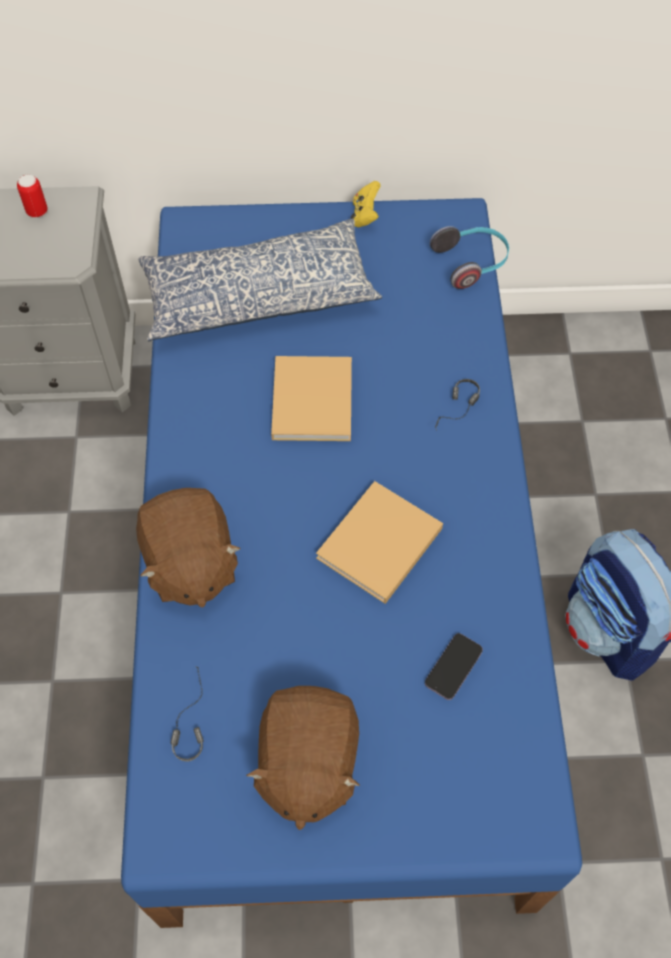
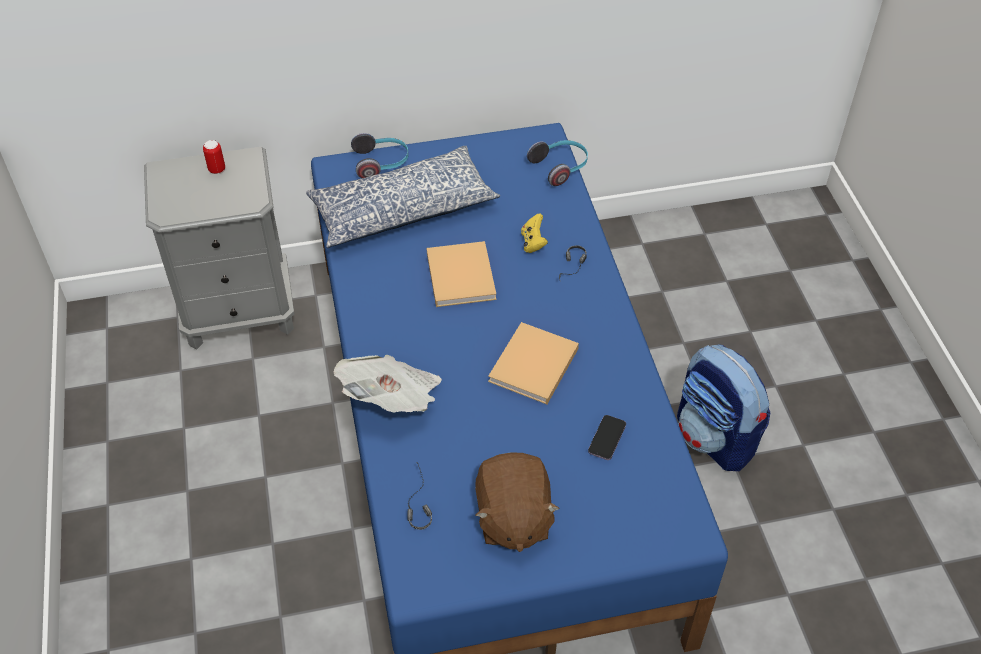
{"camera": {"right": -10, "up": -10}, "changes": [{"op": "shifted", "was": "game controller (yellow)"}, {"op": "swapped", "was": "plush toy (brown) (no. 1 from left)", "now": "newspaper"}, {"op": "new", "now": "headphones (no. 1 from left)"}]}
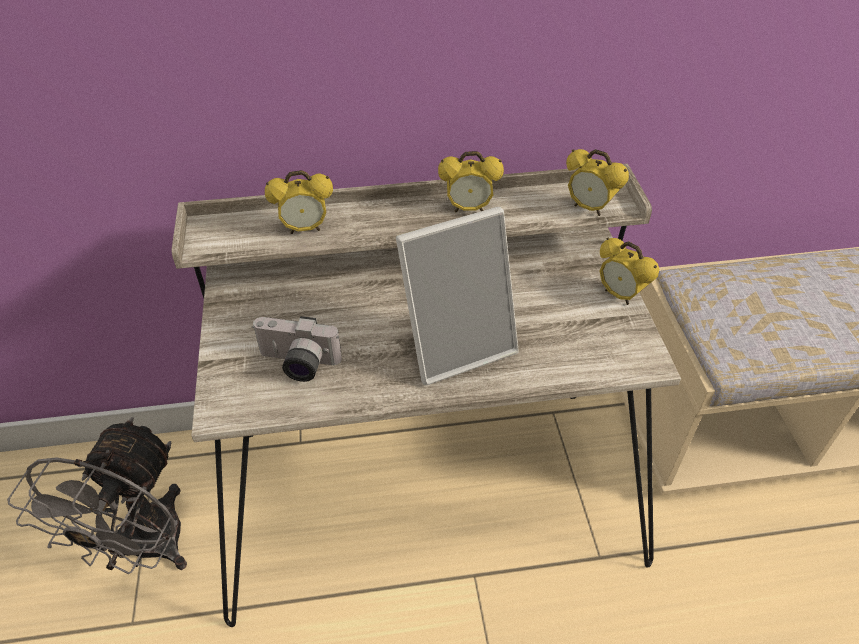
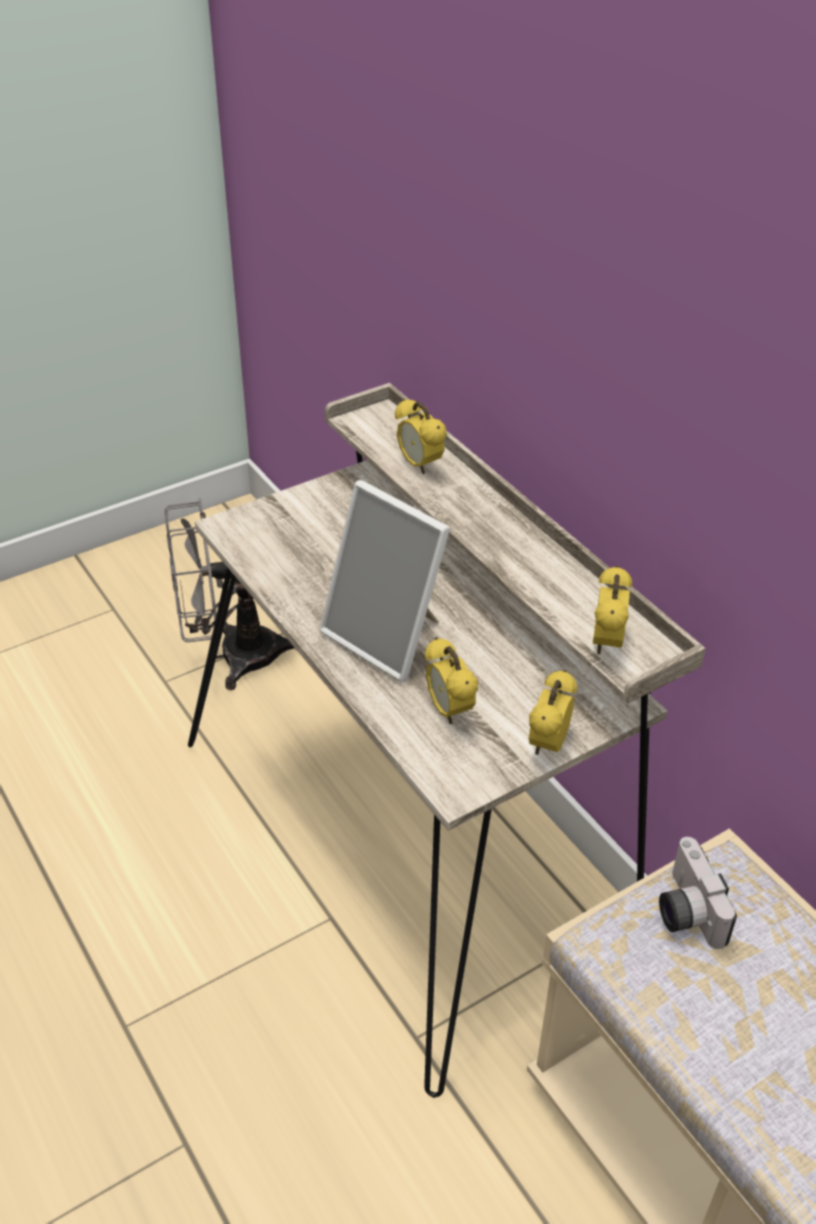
{"camera": {"right": 65, "up": -5}, "changes": [{"op": "shifted", "was": "alarm clock (no. 2 from left)"}, {"op": "shifted", "was": "photo camera"}]}
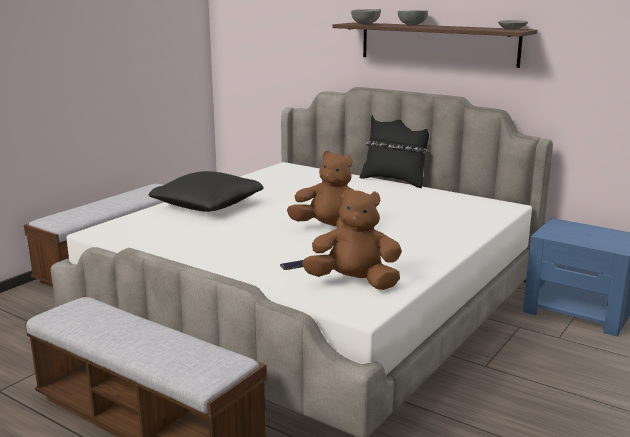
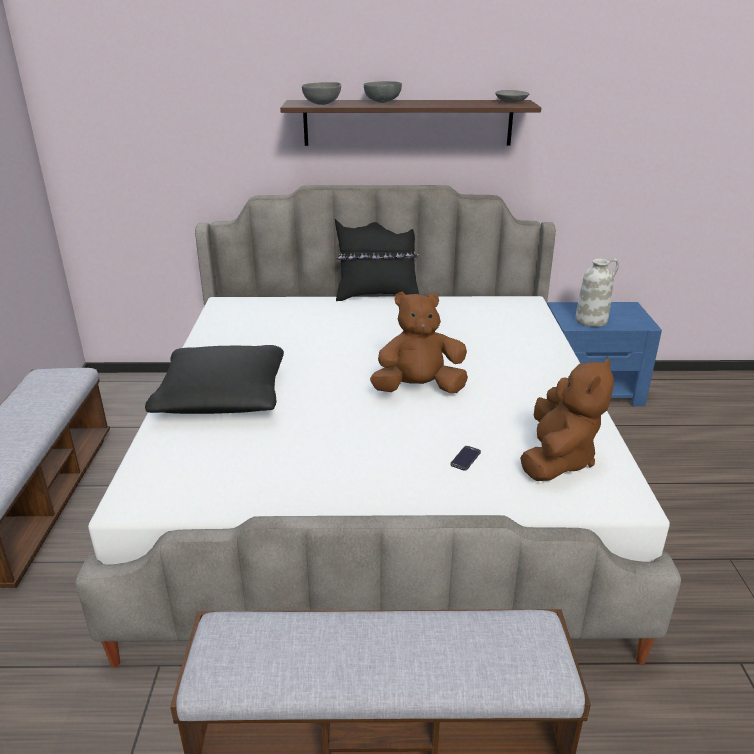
{"camera": {"right": -35, "up": 10}, "changes": [{"op": "rotated", "was": "plush toy (brown) (no. 2 from left)", "clockwise": 135}, {"op": "new", "now": "vase (white)"}]}
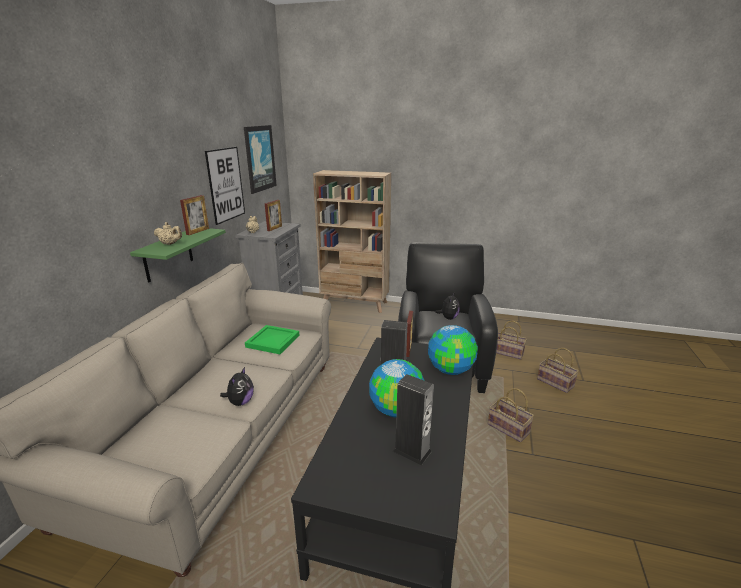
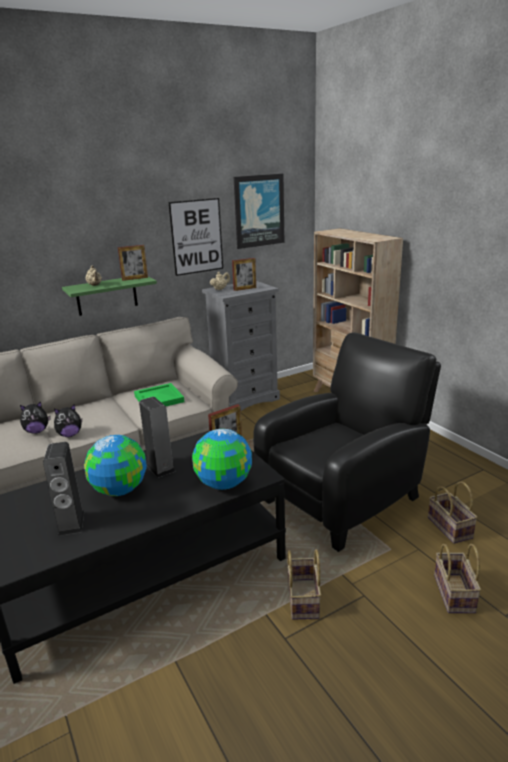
{"camera": {"right": 45, "up": 0}, "changes": [{"op": "shifted", "was": "plush toy (no. 2 from left in the first image)", "now": "plush toy (no. 1 from left)"}]}
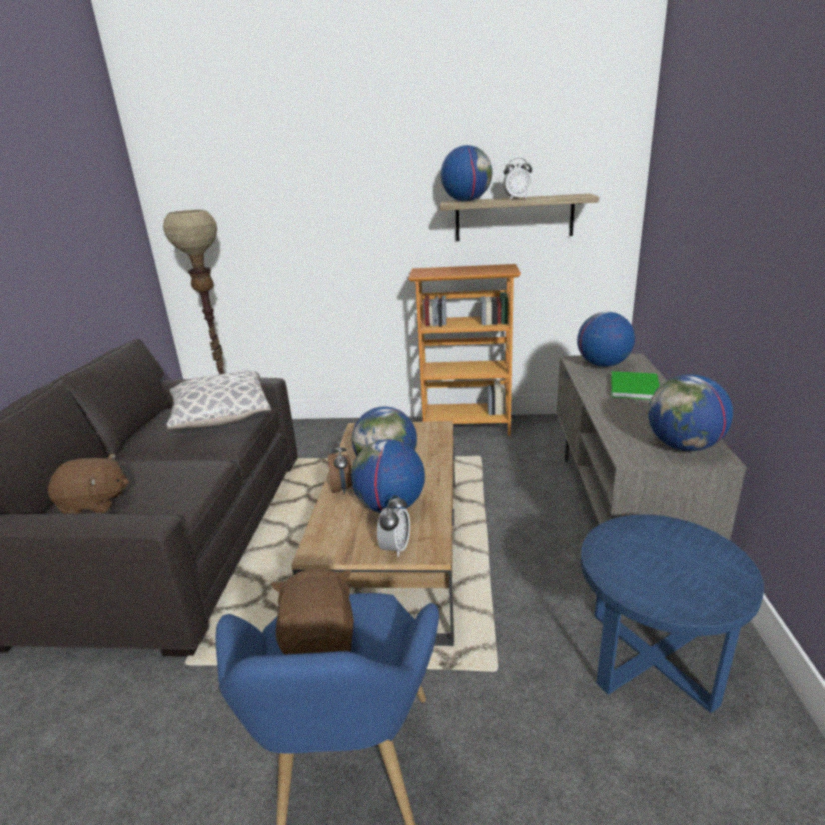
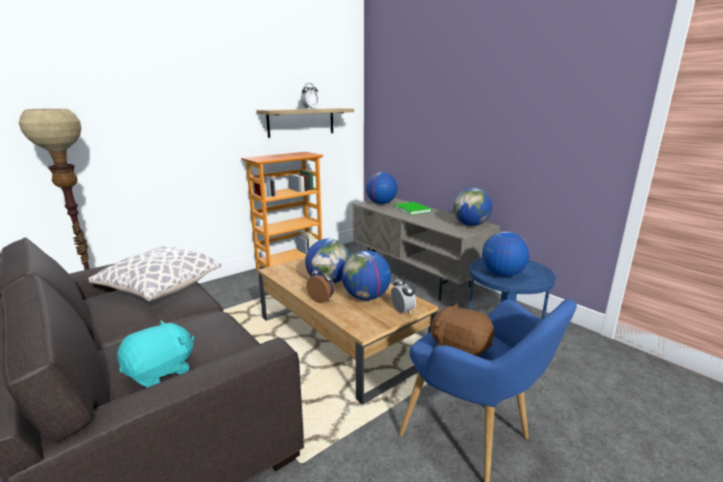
{"camera": {"right": -45, "up": -5}, "changes": [{"op": "shifted", "was": "globe (no. 3 from left in the first image)", "now": "globe (no. 5 from left)"}, {"op": "repainted", "was": "plush toy (brown) (no. 1 from left)", "now": "plush toy (turquoise)"}]}
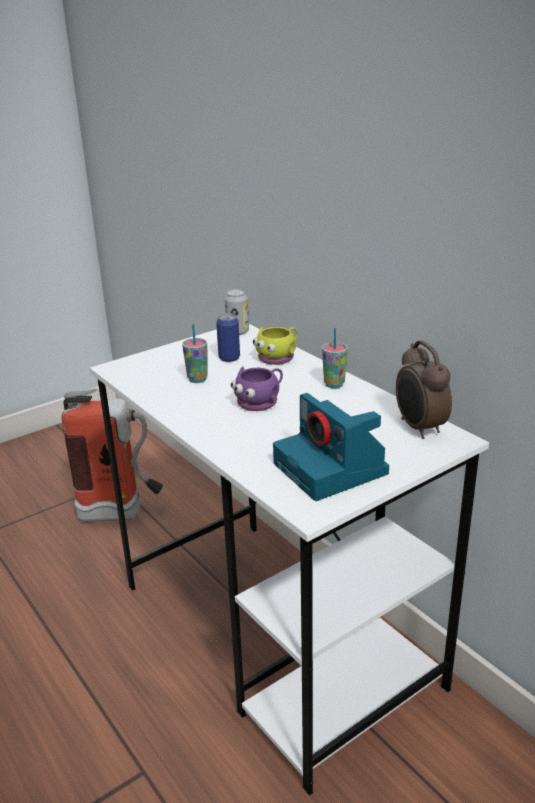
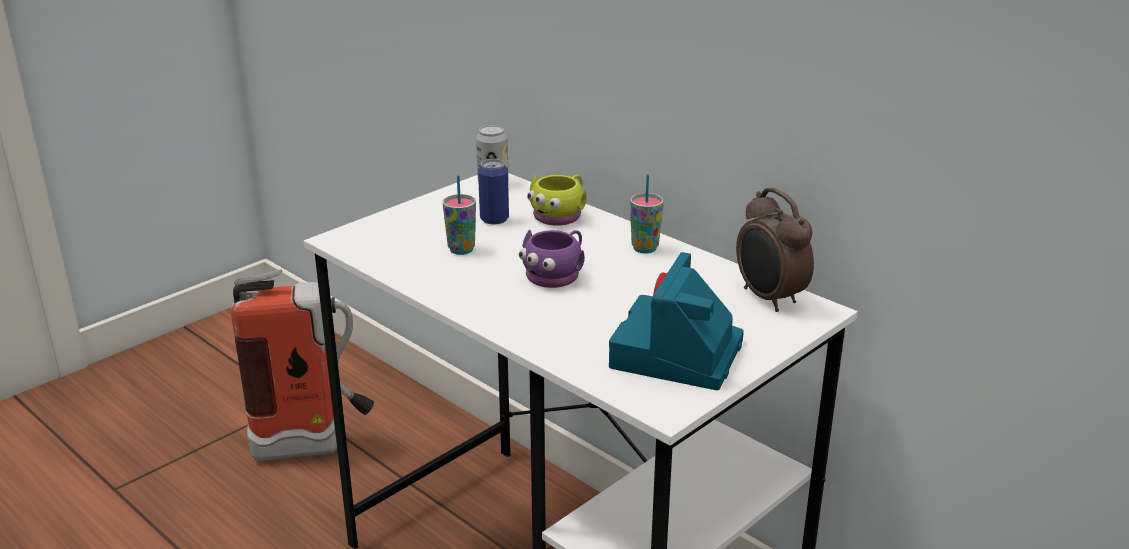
{"camera": {"right": -10, "up": 0}, "changes": [{"op": "rotated", "was": "photo camera", "clockwise": 60}]}
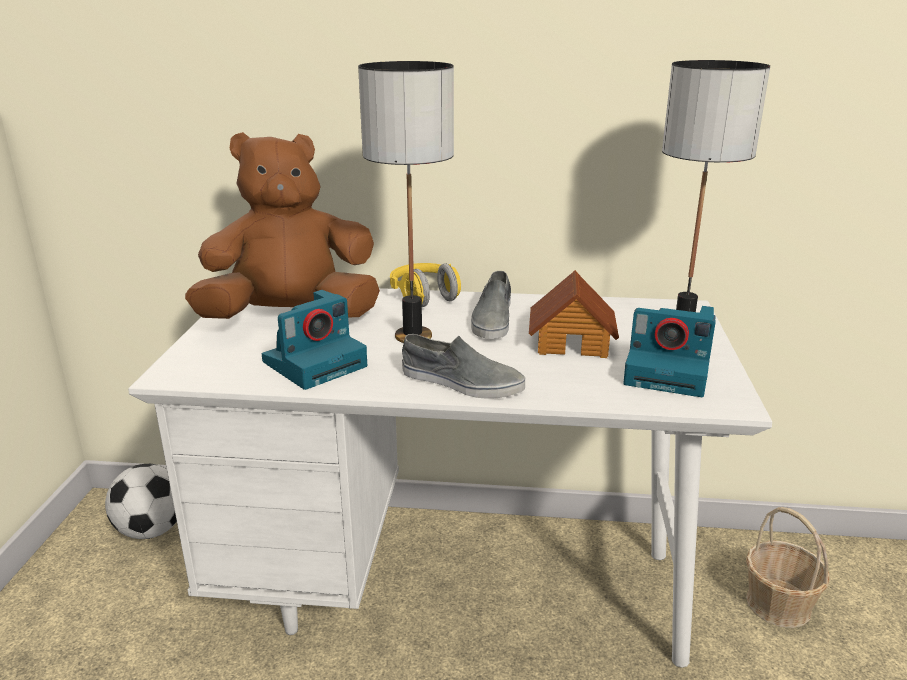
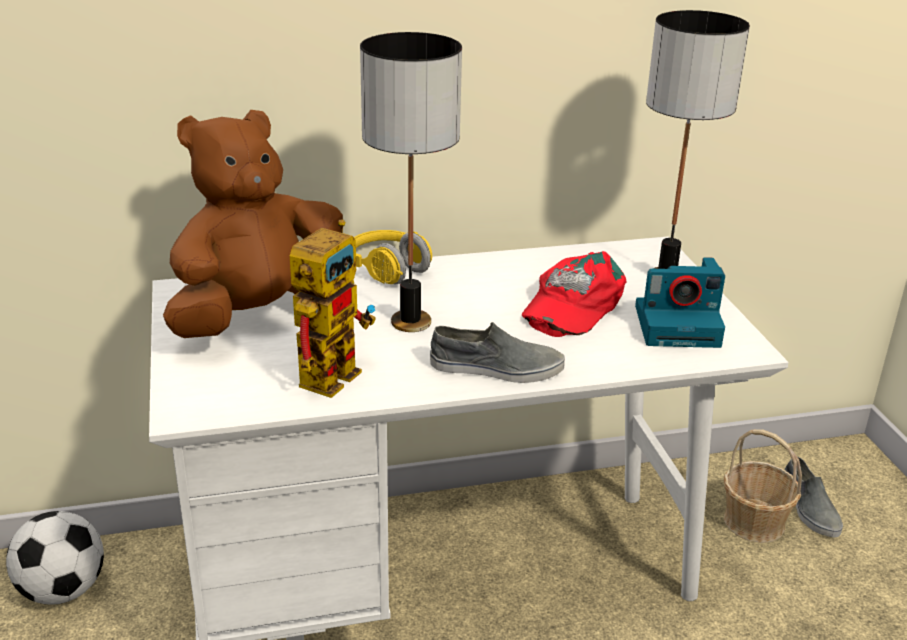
{"camera": {"right": -20, "up": 5}, "changes": [{"op": "swapped", "was": "toy house", "now": "cap (red)"}, {"op": "shifted", "was": "shoe (grey) (no. 2 from left)"}, {"op": "swapped", "was": "photo camera (no. 1 from left)", "now": "toy robot"}]}
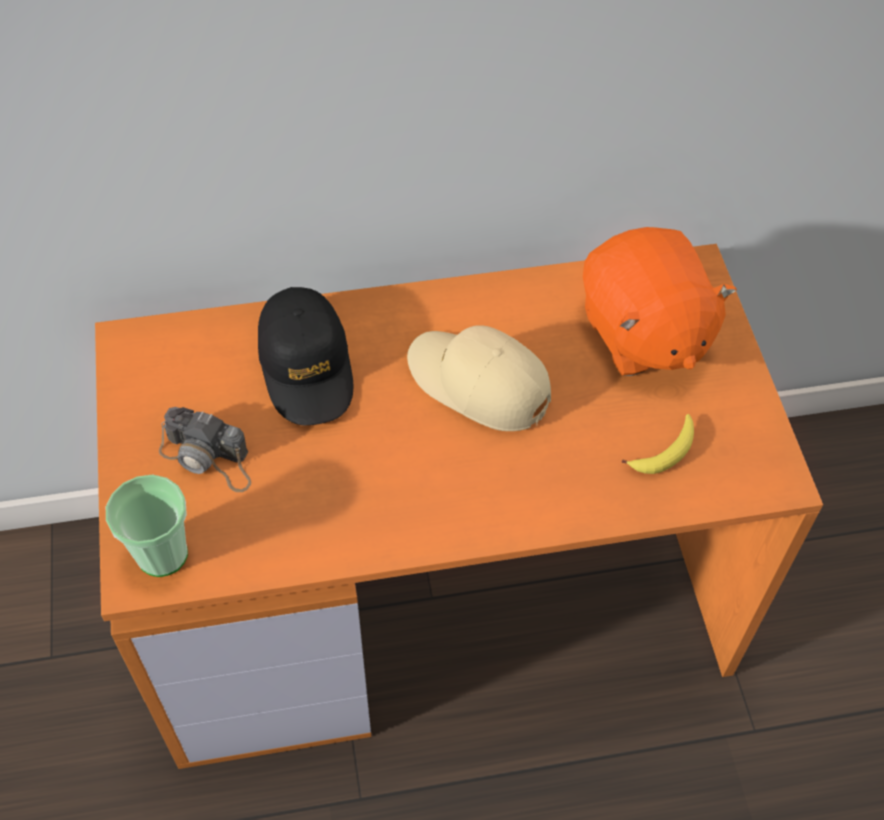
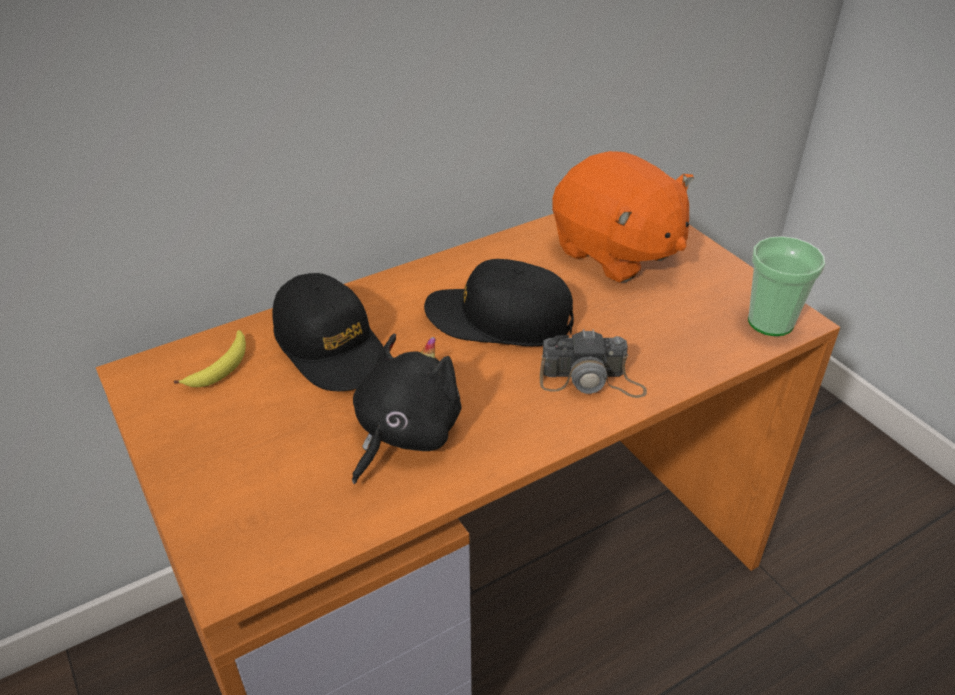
{"camera": {"right": -20, "up": -15}, "changes": [{"op": "repainted", "was": "cap (beige)", "now": "cap (black) (no. 2 from left)"}, {"op": "shifted", "was": "photo camera"}, {"op": "shifted", "was": "banana"}, {"op": "shifted", "was": "cup"}, {"op": "new", "now": "plush toy (black)"}]}
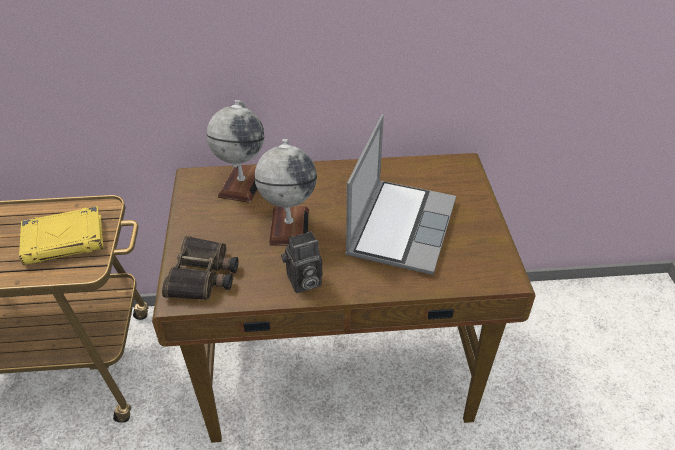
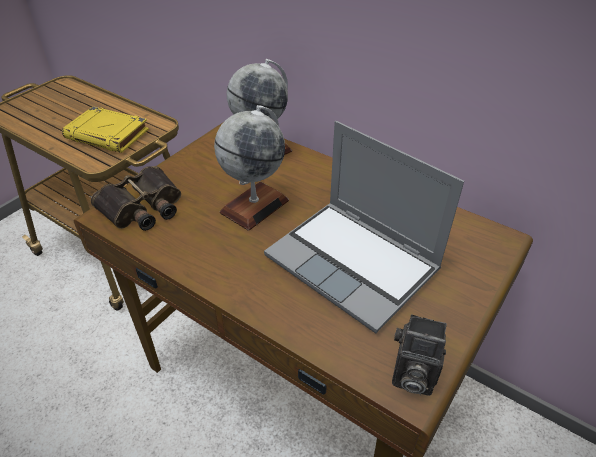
{"camera": {"right": 40, "up": 0}, "changes": [{"op": "rotated", "was": "laptop", "clockwise": 75}, {"op": "shifted", "was": "photo camera"}]}
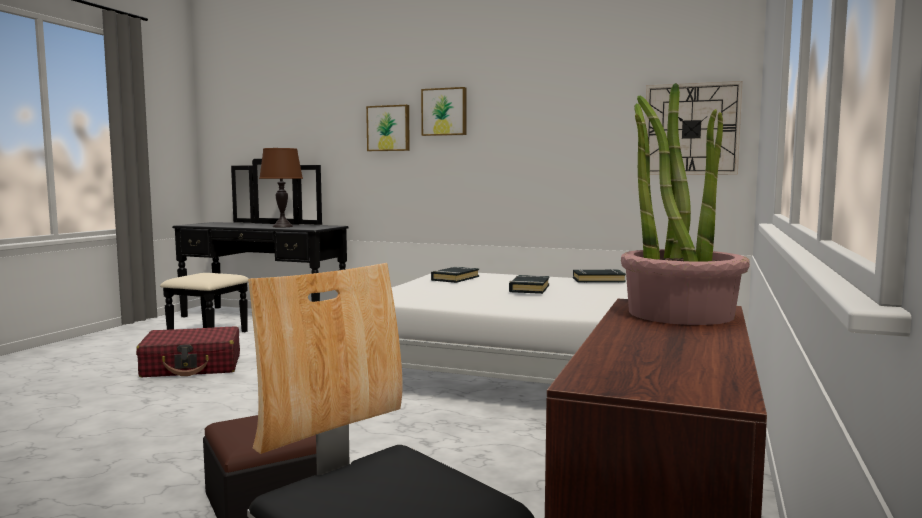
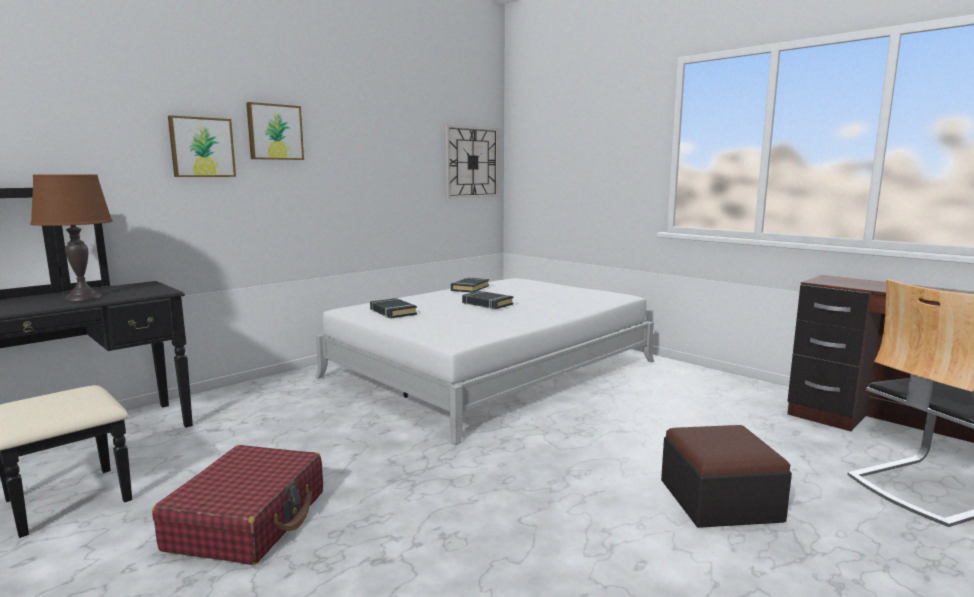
{"camera": {"right": -65, "up": 5}, "changes": [{"op": "gone", "was": "potted plant"}]}
